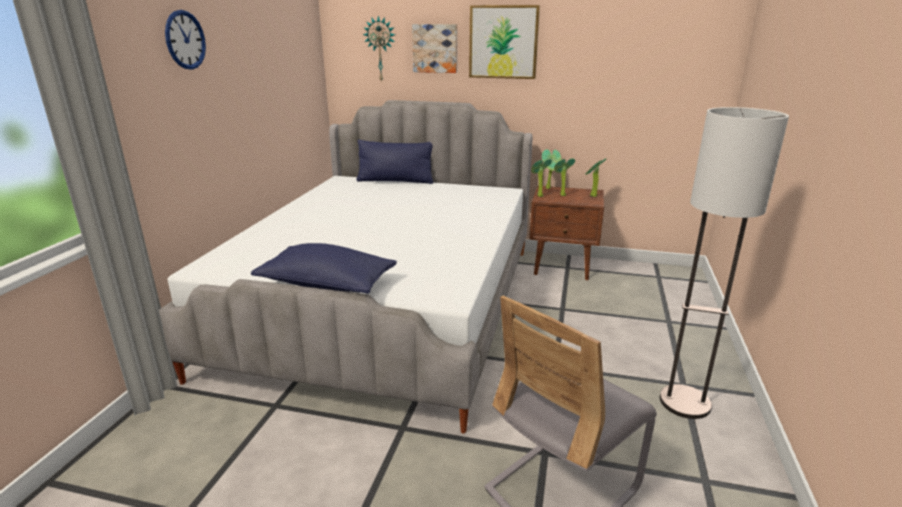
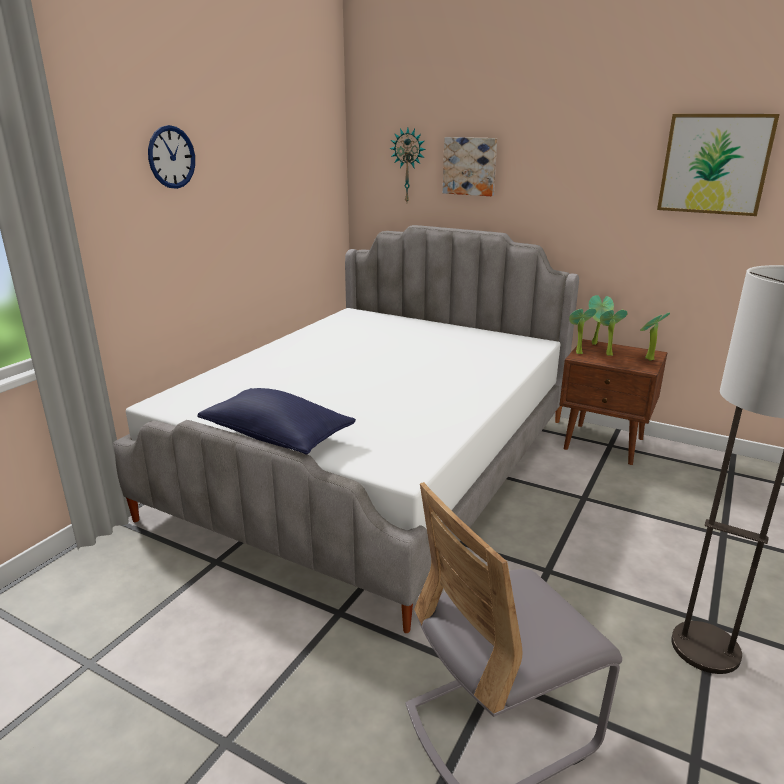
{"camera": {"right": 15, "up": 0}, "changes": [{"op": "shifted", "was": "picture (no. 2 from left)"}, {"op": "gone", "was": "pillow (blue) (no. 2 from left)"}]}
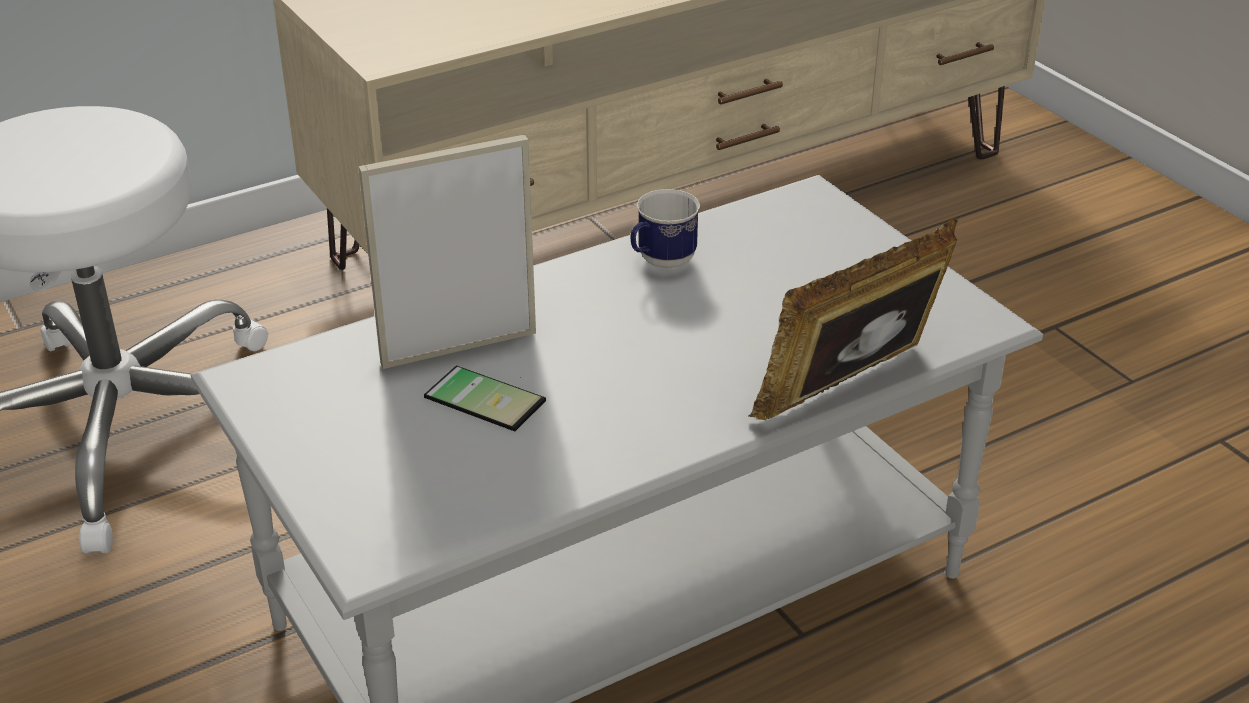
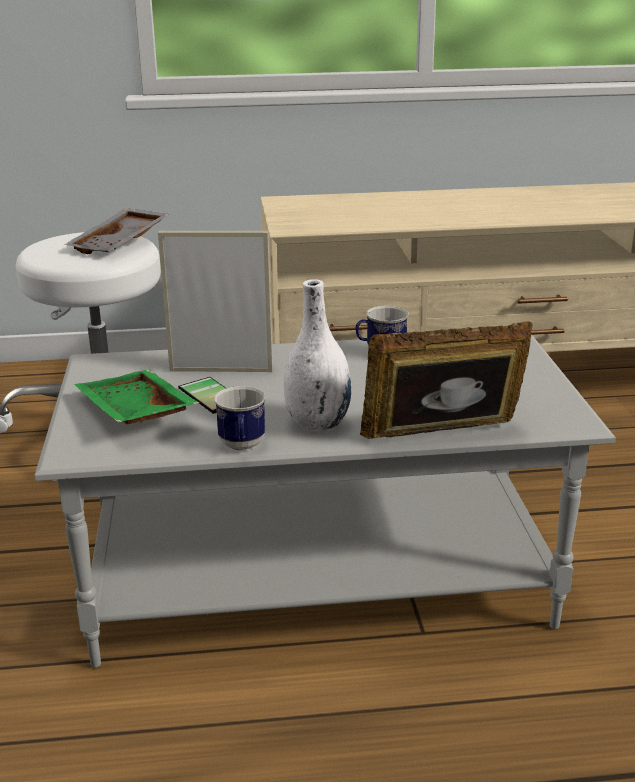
{"camera": {"right": 25, "up": -10}, "changes": [{"op": "new", "now": "tray (grey)"}, {"op": "new", "now": "vase (white)"}, {"op": "new", "now": "tray (green)"}, {"op": "new", "now": "mug (no. 1 from left)"}]}
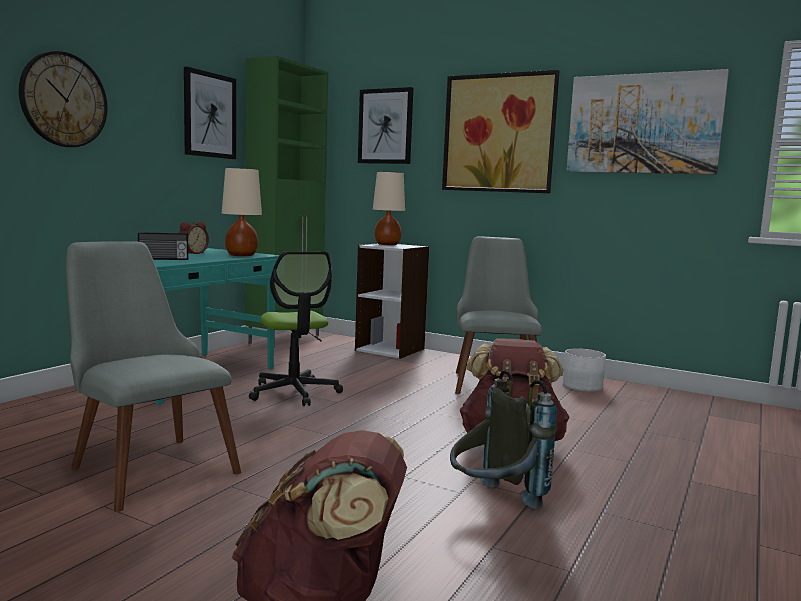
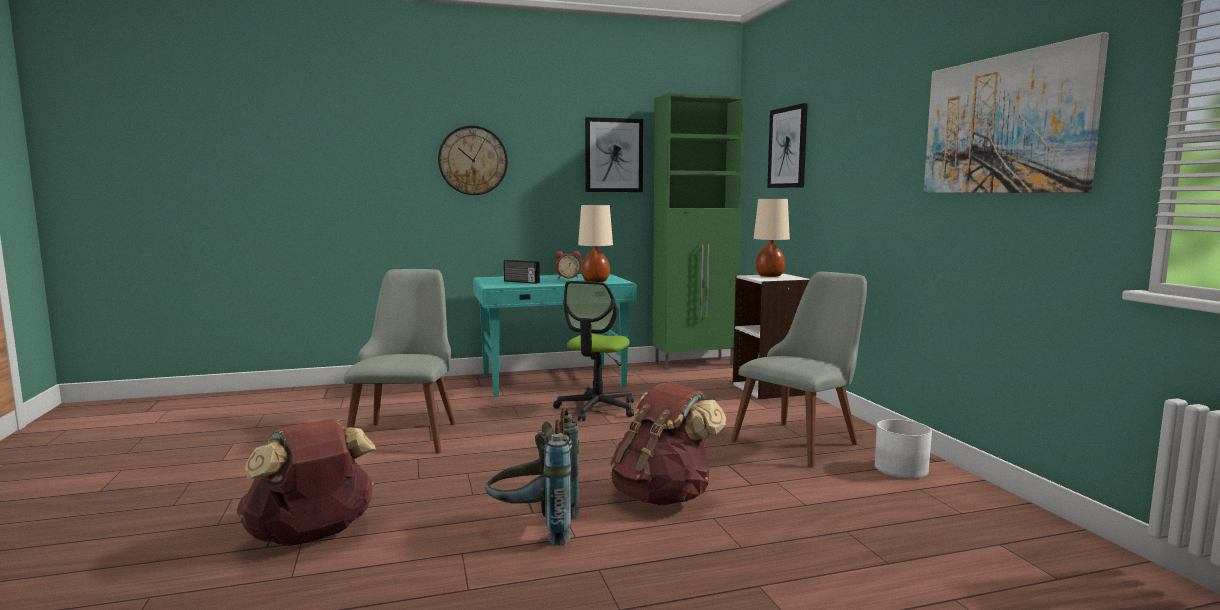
{"camera": {"right": 45, "up": 0}, "changes": [{"op": "gone", "was": "picture (no. 3 from left)"}]}
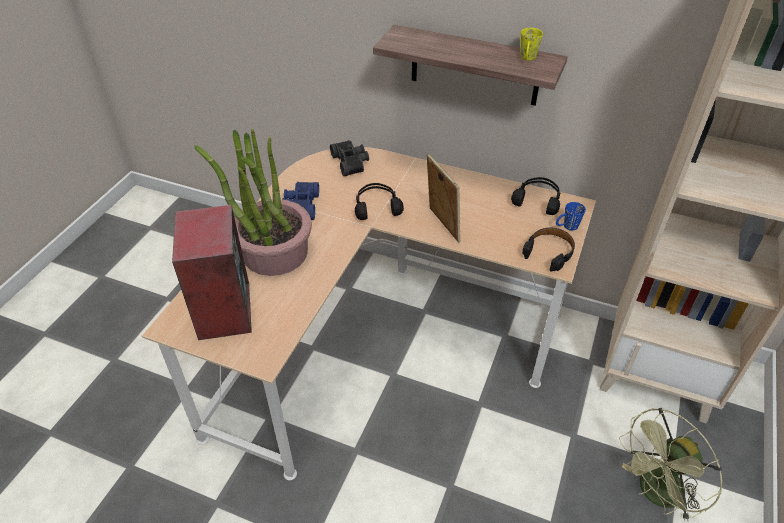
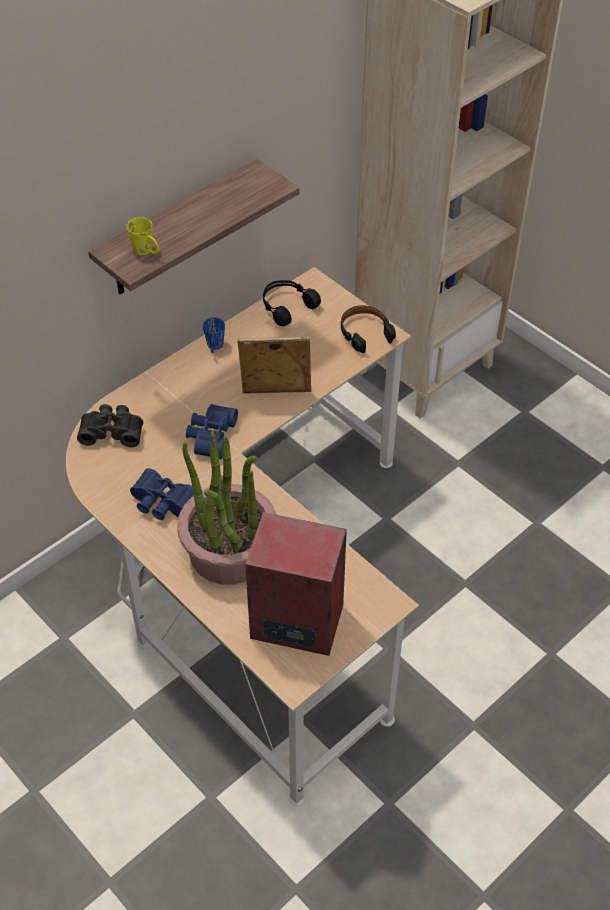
{"camera": {"right": -65, "up": 5}, "changes": [{"op": "shifted", "was": "mug (yellow)"}, {"op": "swapped", "was": "headphones (black) (no. 1 from left)", "now": "binoculars (blue) (no. 2 from left)"}, {"op": "shifted", "was": "mug (blue)"}, {"op": "gone", "was": "fan (green)"}]}
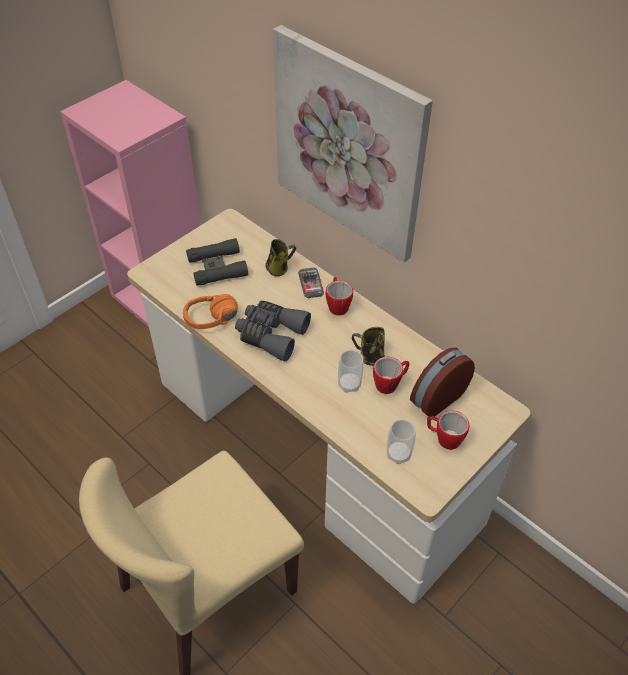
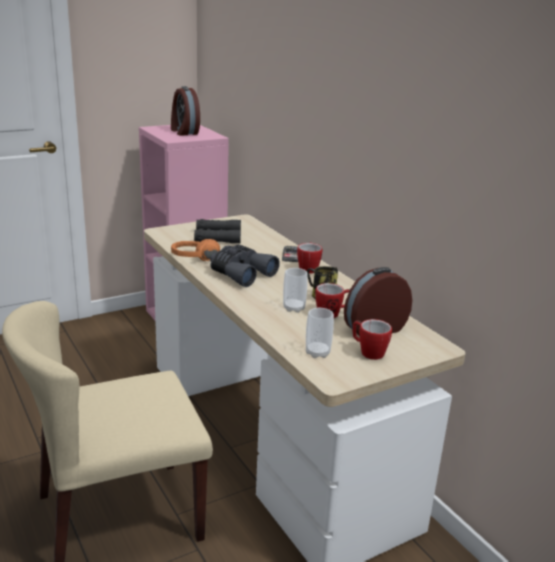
{"camera": {"right": 15, "up": -25}, "changes": [{"op": "gone", "was": "picture"}, {"op": "gone", "was": "mug (no. 1 from left)"}, {"op": "new", "now": "alarm clock (no. 1 from left)"}]}
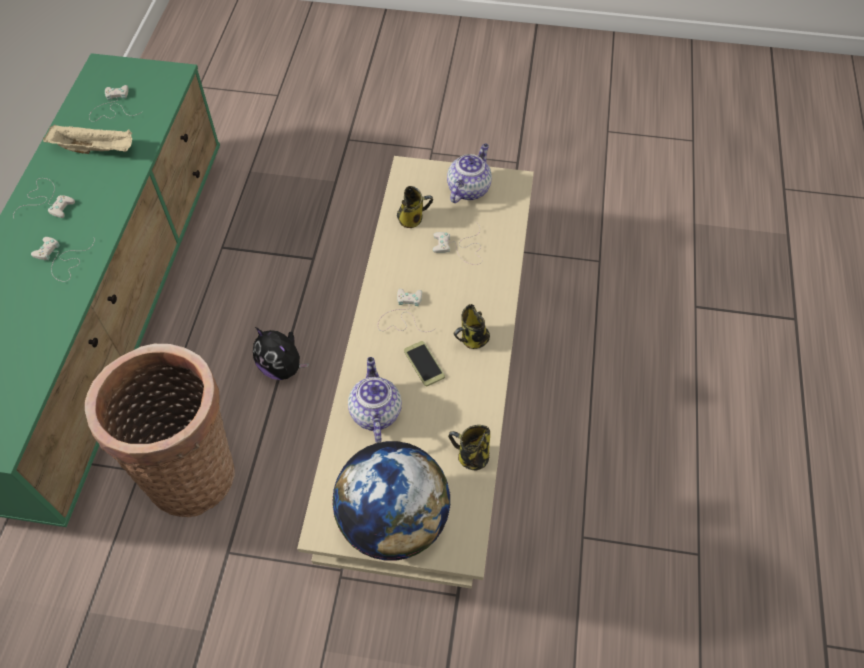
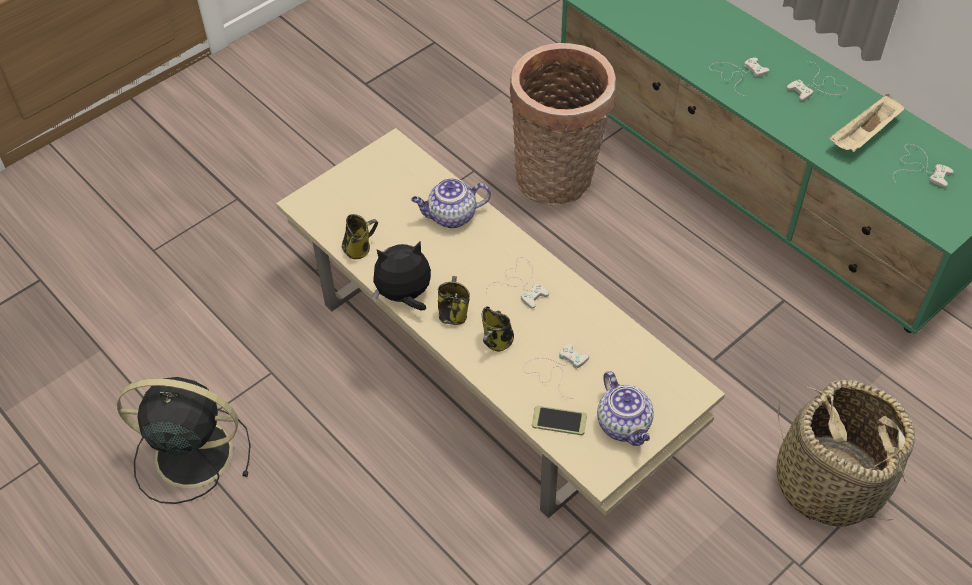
{"camera": {"right": 130, "up": -5}, "changes": [{"op": "shifted", "was": "mug (no. 1 from left in the first image)", "now": "mug (no. 3 from left)"}, {"op": "shifted", "was": "plush toy"}, {"op": "shifted", "was": "phone"}, {"op": "rotated", "was": "teapot (no. 1 from left)", "clockwise": 135}, {"op": "gone", "was": "globe"}, {"op": "new", "now": "fan (black)"}, {"op": "new", "now": "basket (no. 2 from left)"}]}
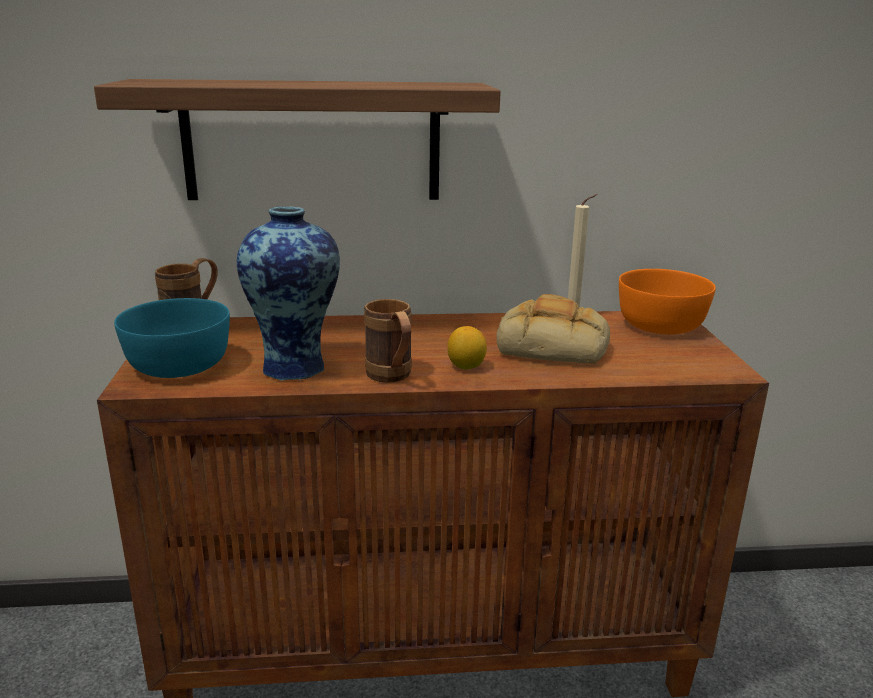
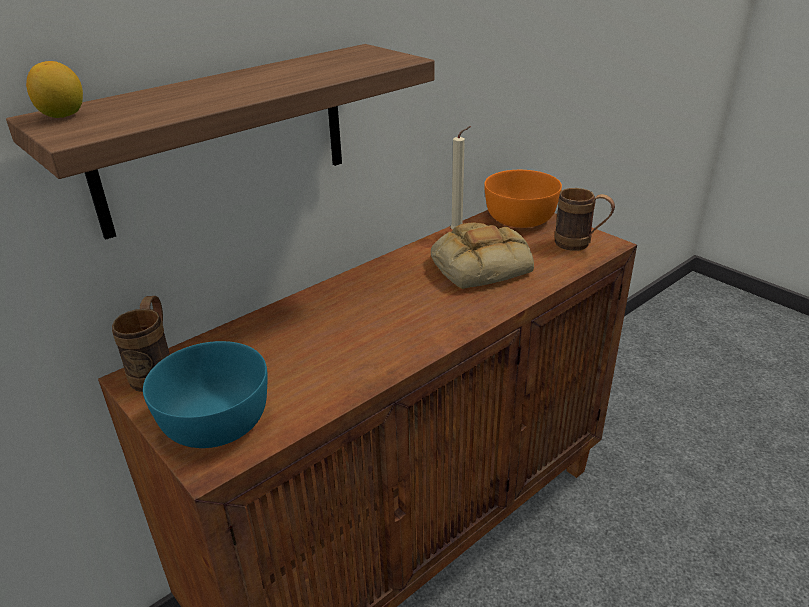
{"camera": {"right": -35, "up": 10}, "changes": [{"op": "gone", "was": "vase"}, {"op": "shifted", "was": "mug (brown) (no. 2 from left)"}, {"op": "shifted", "was": "lemon"}]}
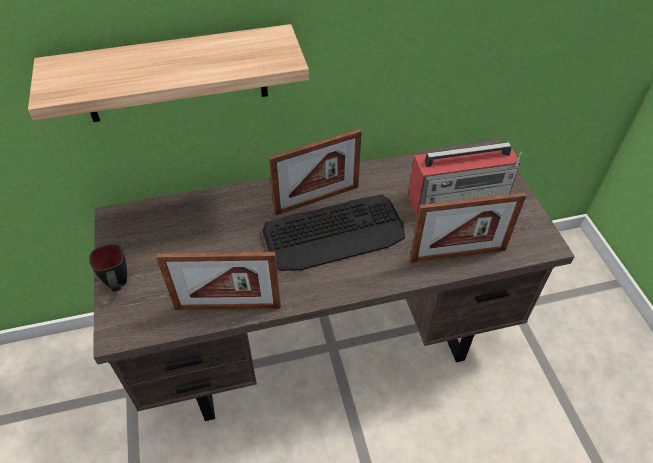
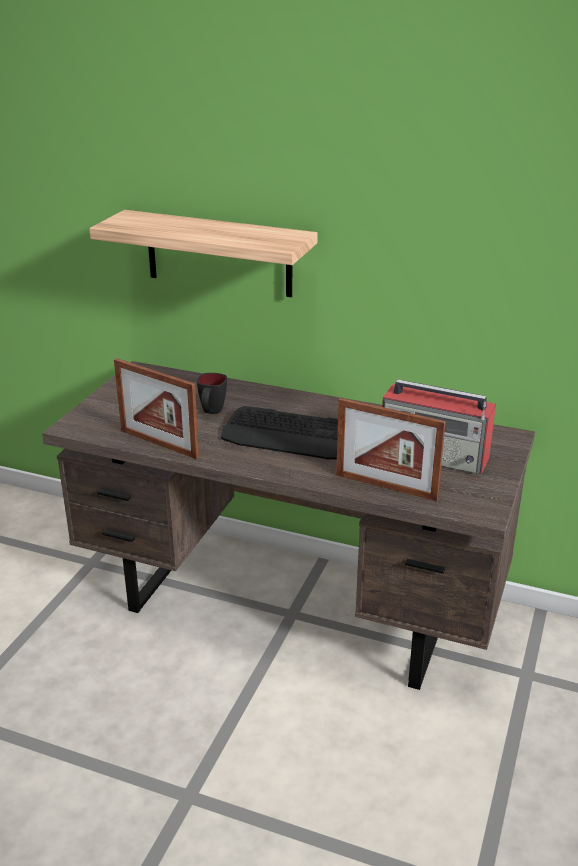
{"camera": {"right": 35, "up": -20}, "changes": [{"op": "gone", "was": "picture frame (no. 2 from left)"}, {"op": "shifted", "was": "mug (black)"}]}
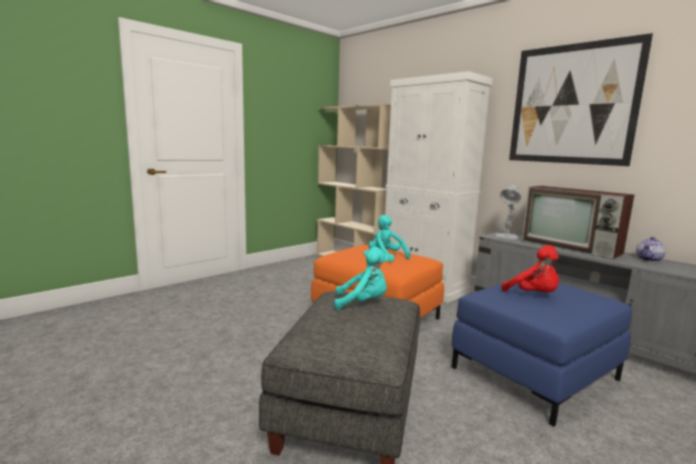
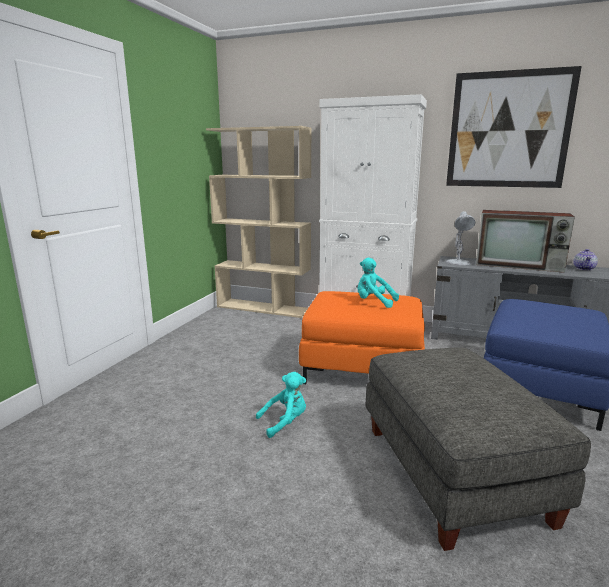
{"camera": {"right": -25, "up": 5}, "changes": [{"op": "gone", "was": "plush toy (red)"}, {"op": "shifted", "was": "plush toy (turquoise) (no. 1 from left)"}]}
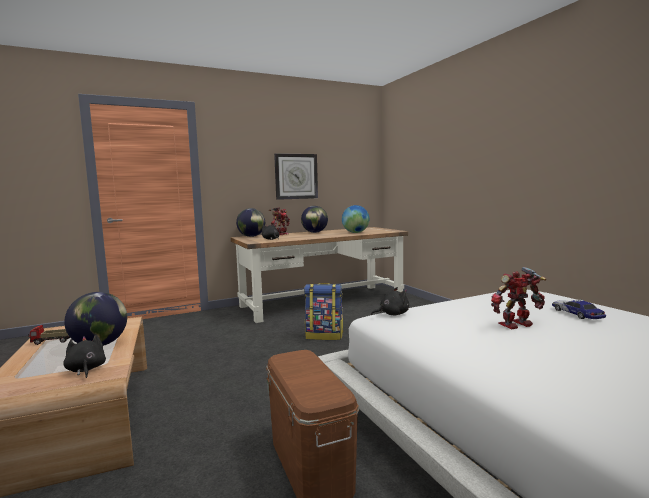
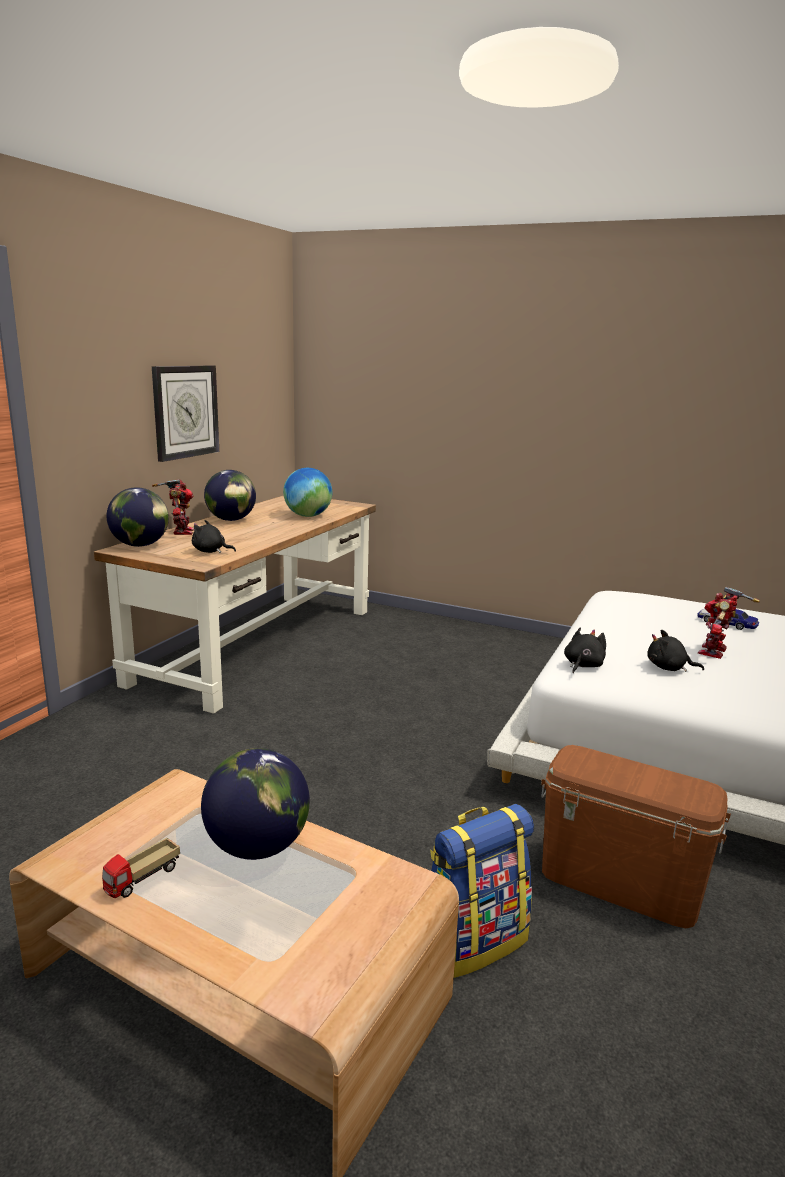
{"camera": {"right": -40, "up": 10}, "changes": [{"op": "shifted", "was": "backpack"}, {"op": "shifted", "was": "plush toy (black) (no. 1 from left in the first image)", "now": "plush toy (black) (no. 3 from left)"}]}
